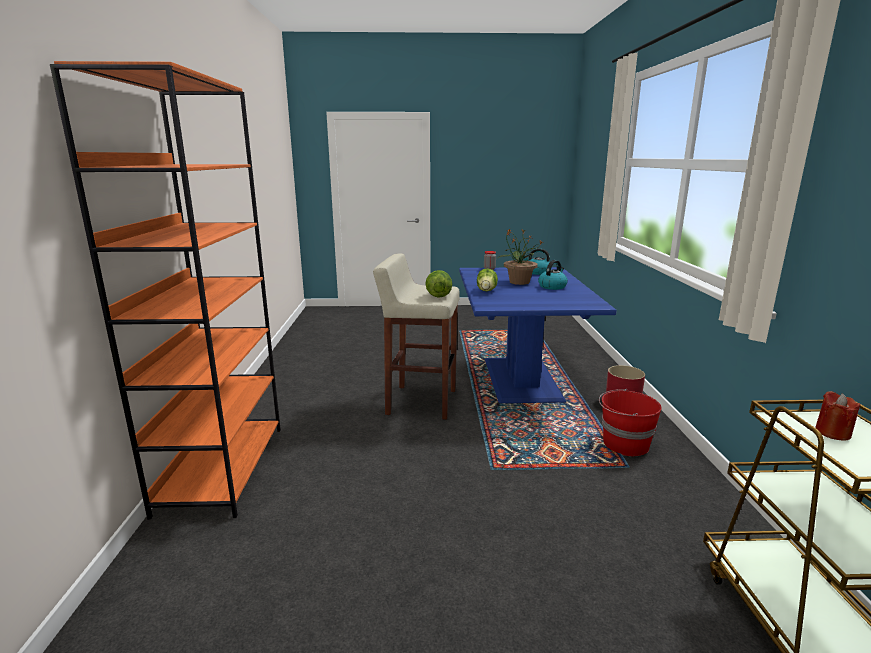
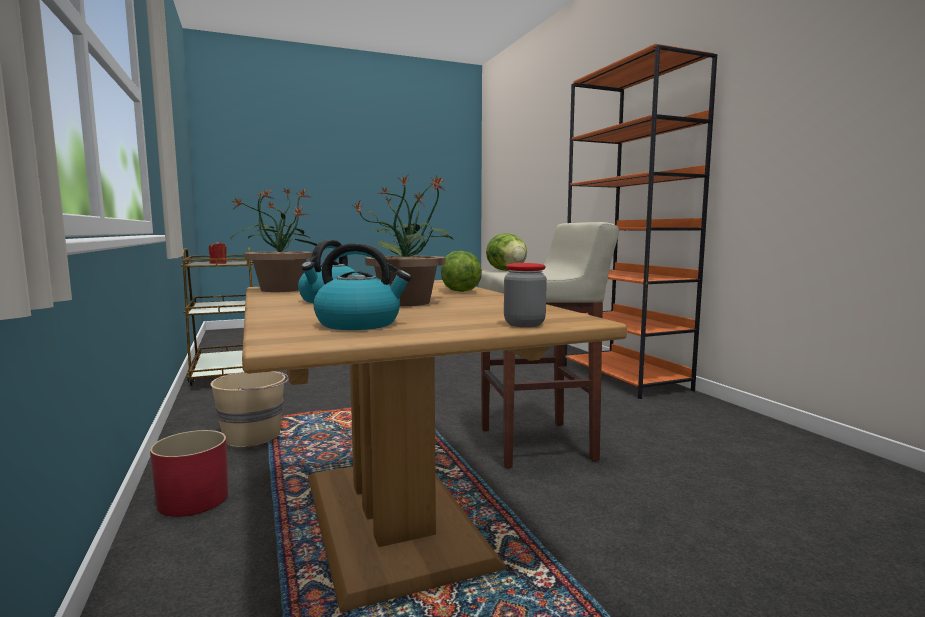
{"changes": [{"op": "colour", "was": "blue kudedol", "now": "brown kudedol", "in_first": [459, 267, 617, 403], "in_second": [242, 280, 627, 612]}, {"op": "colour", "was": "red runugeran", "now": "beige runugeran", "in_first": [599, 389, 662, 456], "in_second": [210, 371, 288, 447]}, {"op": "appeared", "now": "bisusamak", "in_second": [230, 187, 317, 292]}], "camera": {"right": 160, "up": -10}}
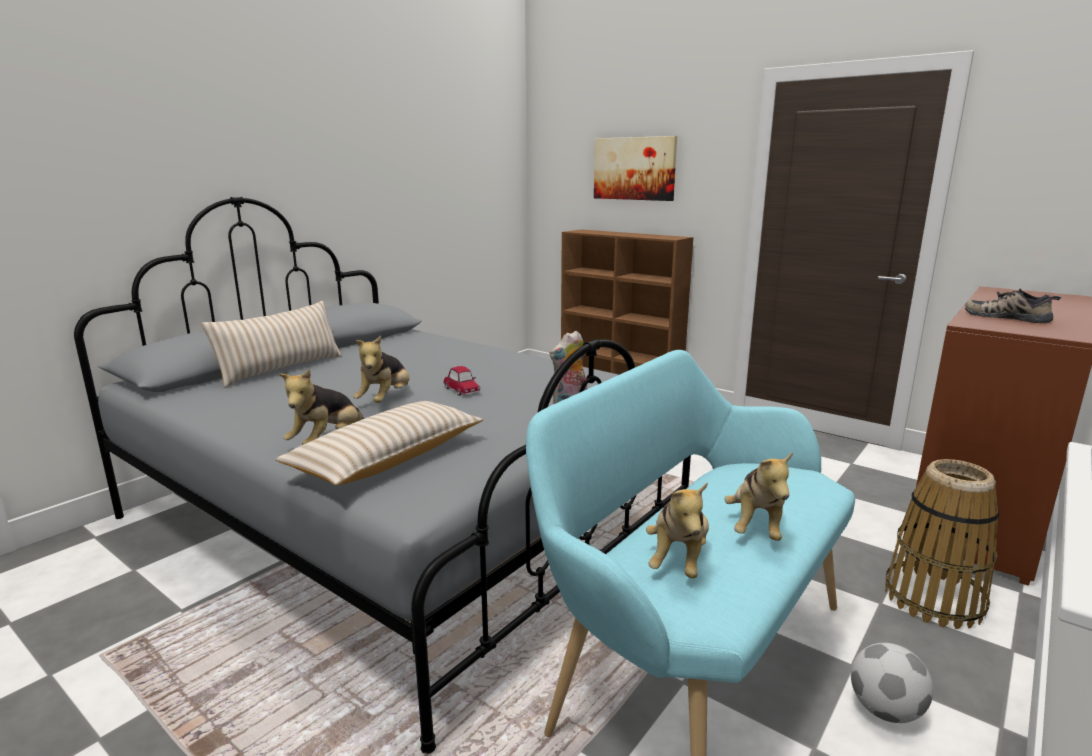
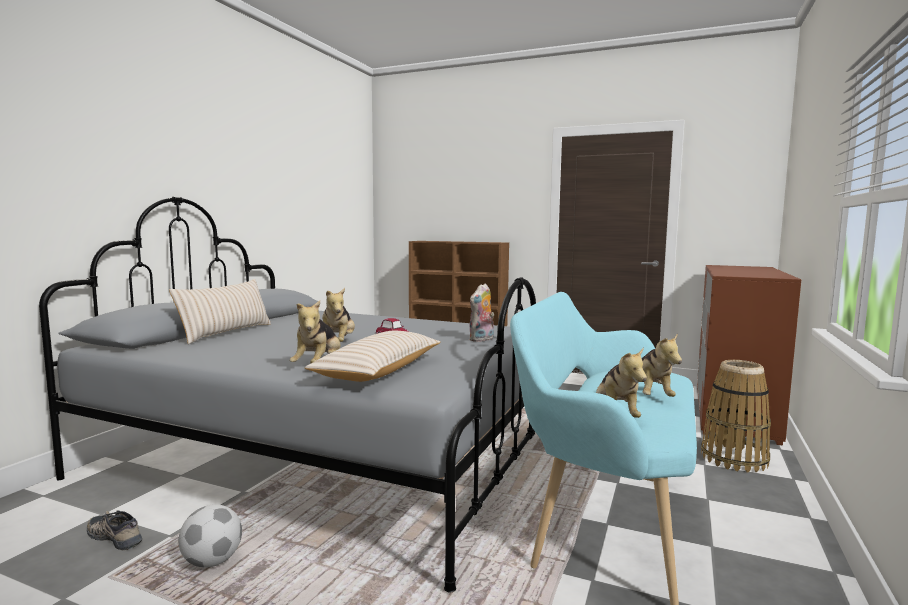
{"changes": [{"op": "missing", "was": "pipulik", "in_first": [594, 136, 677, 201]}, {"op": "relocated", "was": "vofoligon", "in_first": [965, 289, 1062, 324], "in_second": [87, 510, 142, 550]}, {"op": "relocated", "was": "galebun", "in_first": [851, 643, 933, 723], "in_second": [179, 504, 242, 568]}], "camera": {"right": -15, "up": -10}}
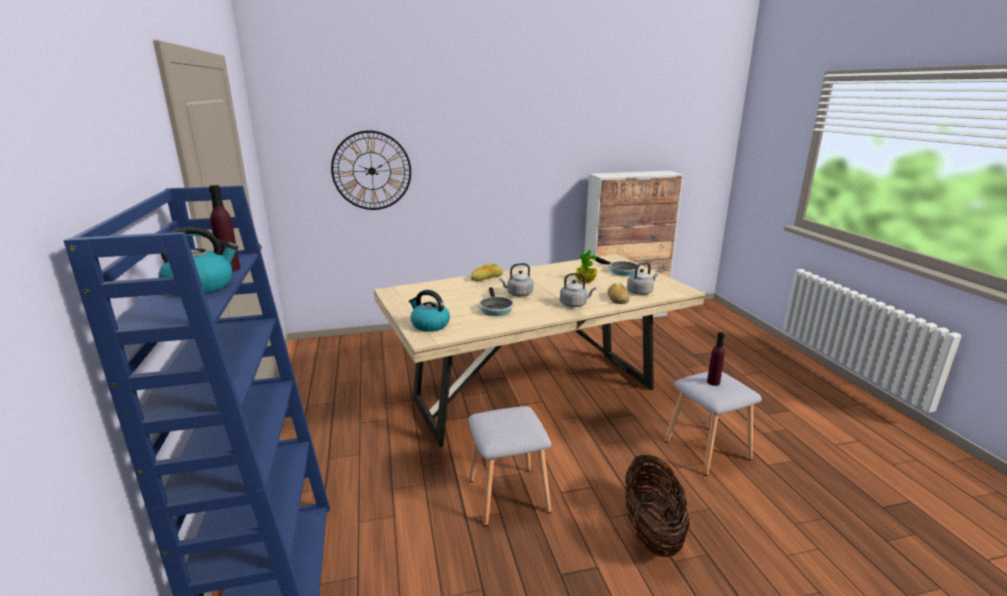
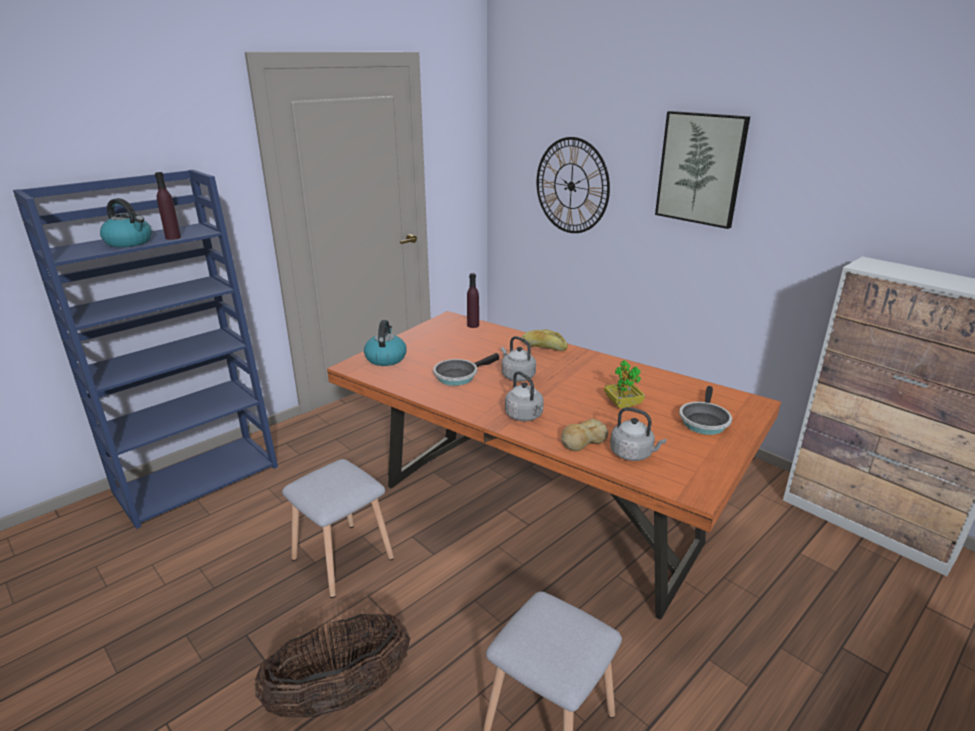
{"changes": [{"op": "colour", "was": "beige kudedol", "now": "orange kudedol", "in_first": [374, 254, 705, 447], "in_second": [327, 311, 781, 619]}, {"op": "relocated", "was": "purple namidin", "in_first": [707, 332, 725, 386], "in_second": [467, 273, 479, 328]}, {"op": "appeared", "now": "pipulik", "in_second": [655, 111, 750, 229]}], "camera": {"right": 60, "up": 5}}
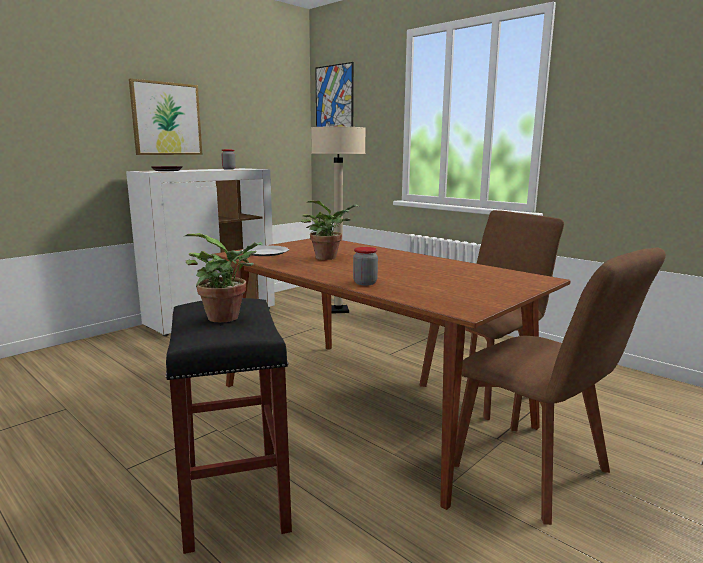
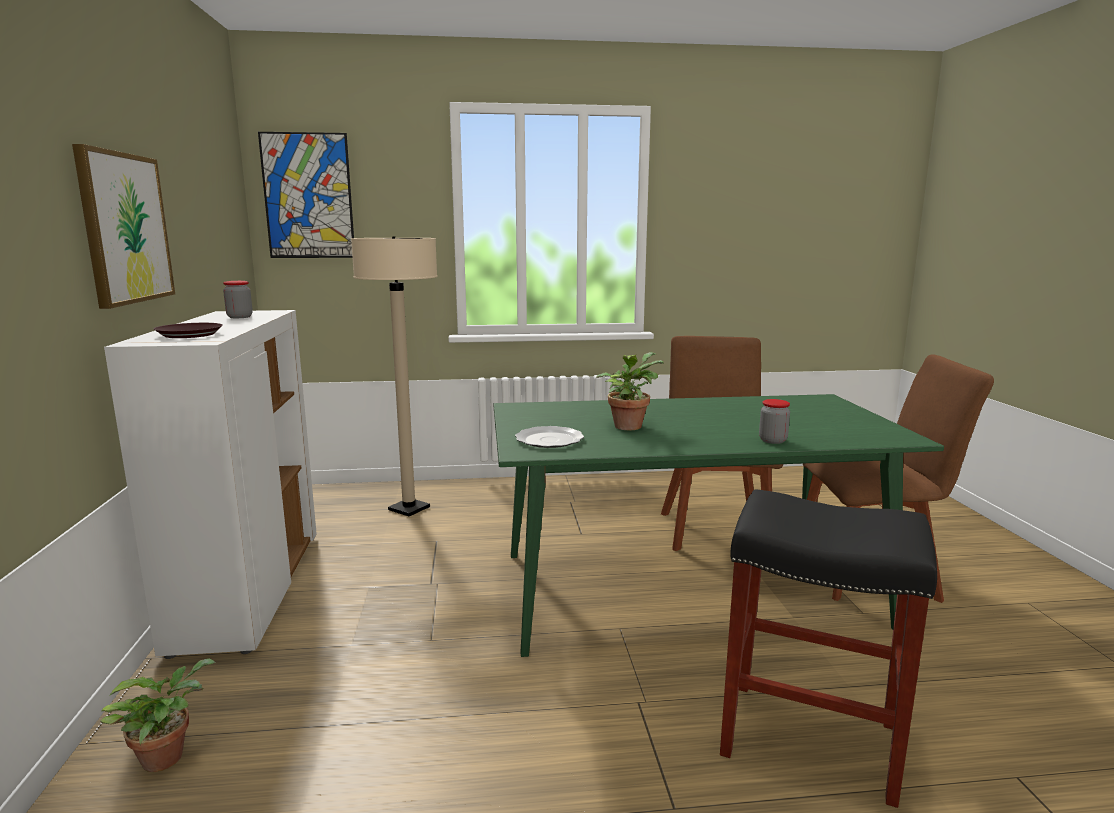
{"changes": [{"op": "relocated", "was": "bisusamak", "in_first": [185, 233, 263, 322], "in_second": [100, 659, 216, 772]}, {"op": "colour", "was": "brown kudedol", "now": "green kudedol", "in_first": [215, 239, 571, 510], "in_second": [494, 394, 944, 657]}], "camera": {"right": -50, "up": 0}}
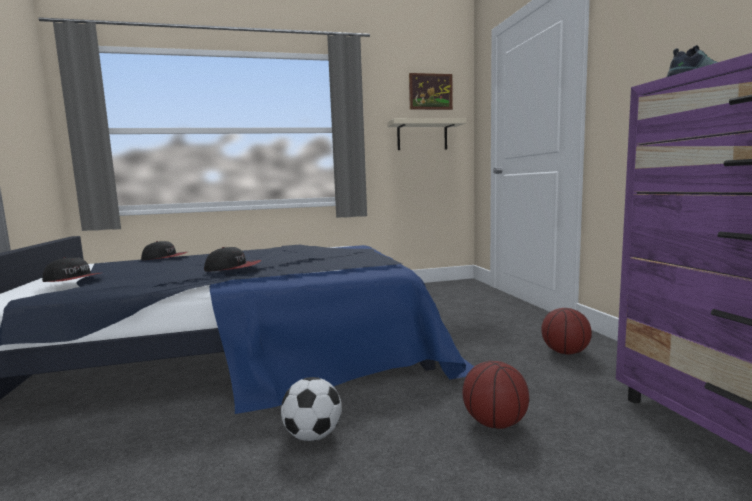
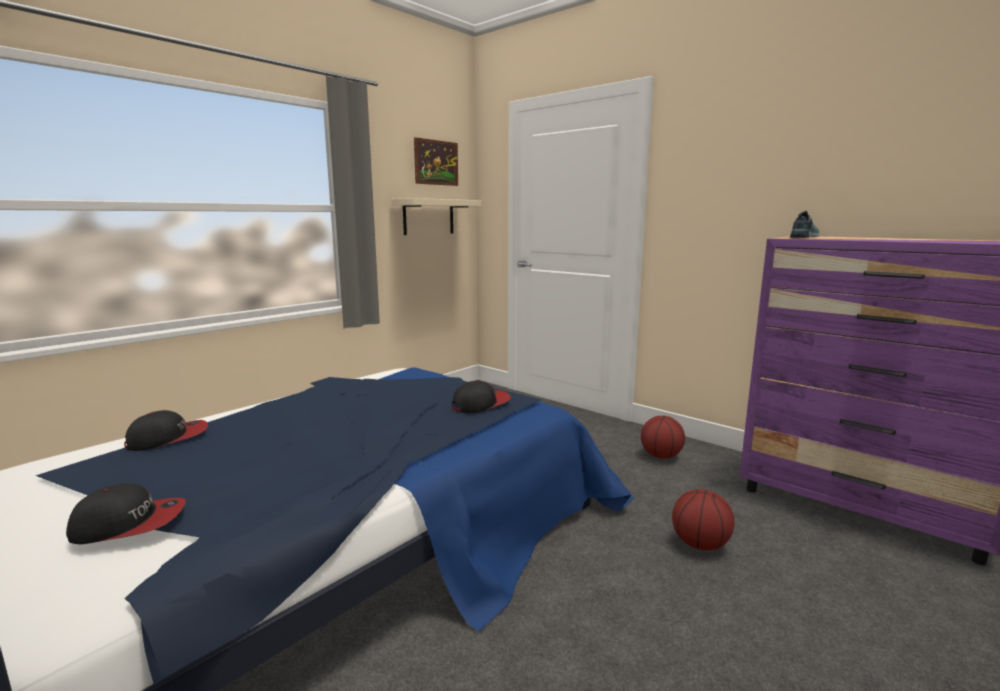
{"changes": [{"op": "relocated", "was": "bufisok", "in_first": [204, 247, 262, 272], "in_second": [452, 380, 511, 413]}, {"op": "missing", "was": "galebun", "in_first": [281, 377, 342, 441]}], "camera": {"right": -35, "up": 5}}
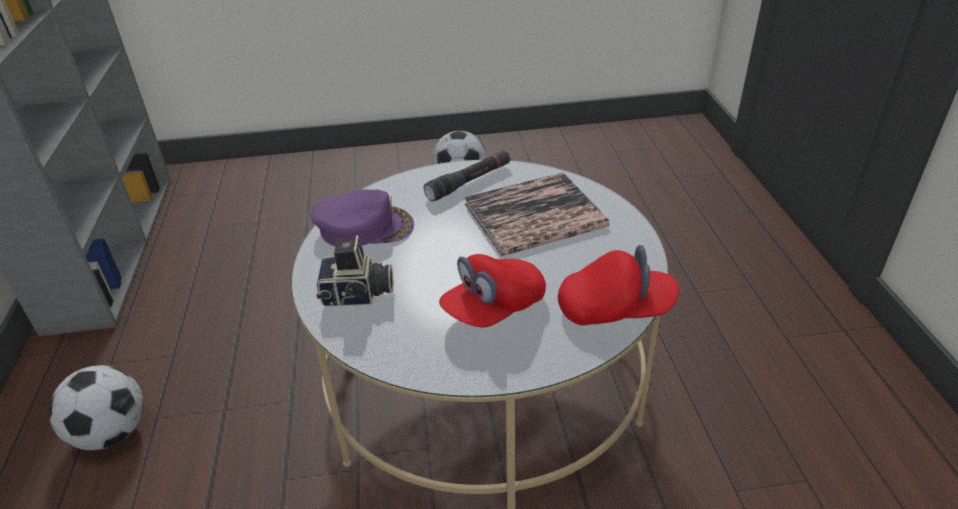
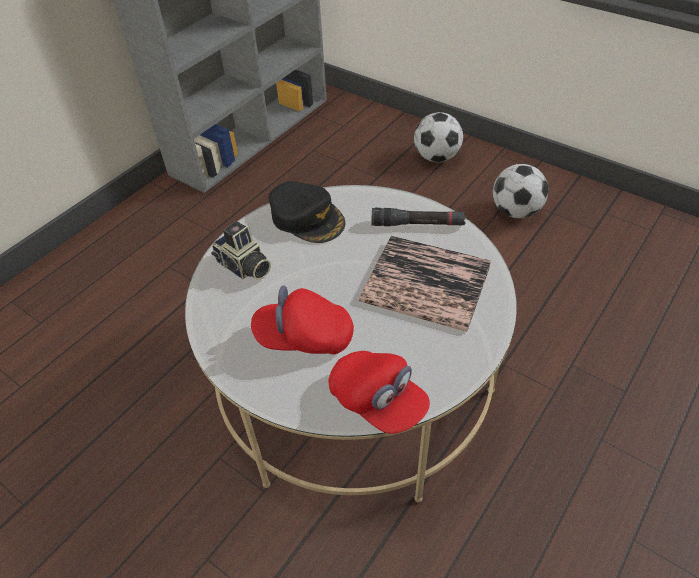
{"changes": [{"op": "colour", "was": "purple bufisok", "now": "black bufisok", "in_first": [311, 190, 414, 246], "in_second": [269, 181, 345, 243]}, {"op": "relocated", "was": "galebun", "in_first": [49, 365, 143, 450], "in_second": [414, 112, 463, 162]}], "camera": {"right": 45, "up": 10}}
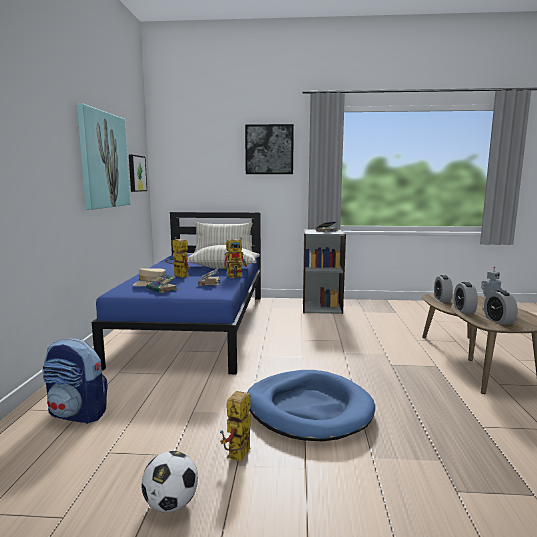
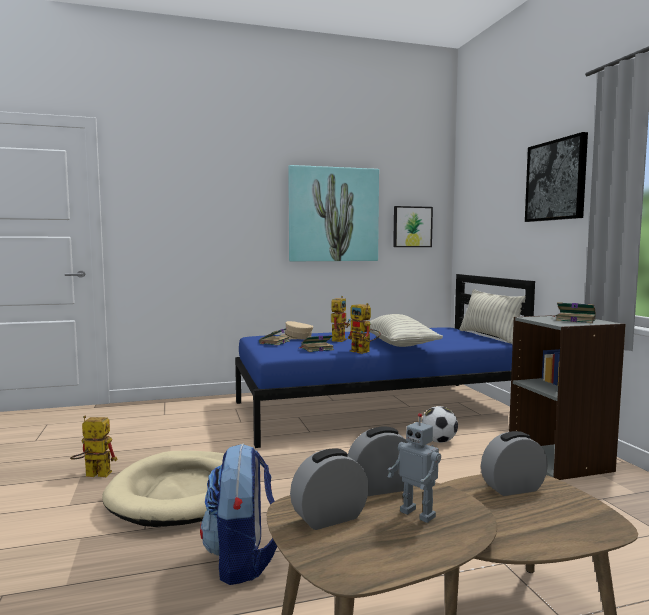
{"changes": [{"op": "relocated", "was": "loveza", "in_first": [42, 338, 108, 424], "in_second": [200, 443, 277, 585]}, {"op": "colour", "was": "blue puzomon", "now": "beige puzomon", "in_first": [247, 370, 375, 441], "in_second": [102, 451, 225, 527]}, {"op": "relocated", "was": "galebun", "in_first": [142, 451, 198, 512], "in_second": [422, 406, 458, 443]}], "camera": {"right": 70, "up": -5}}
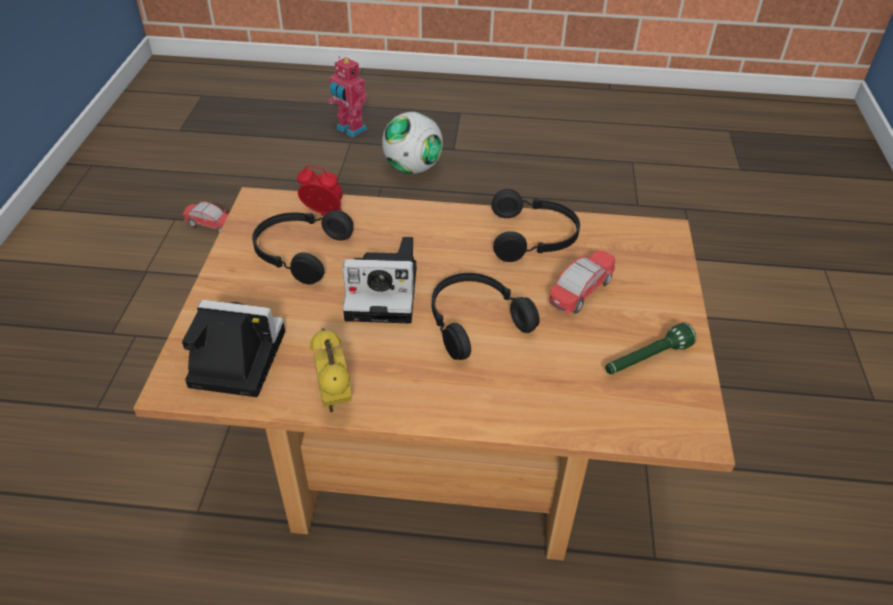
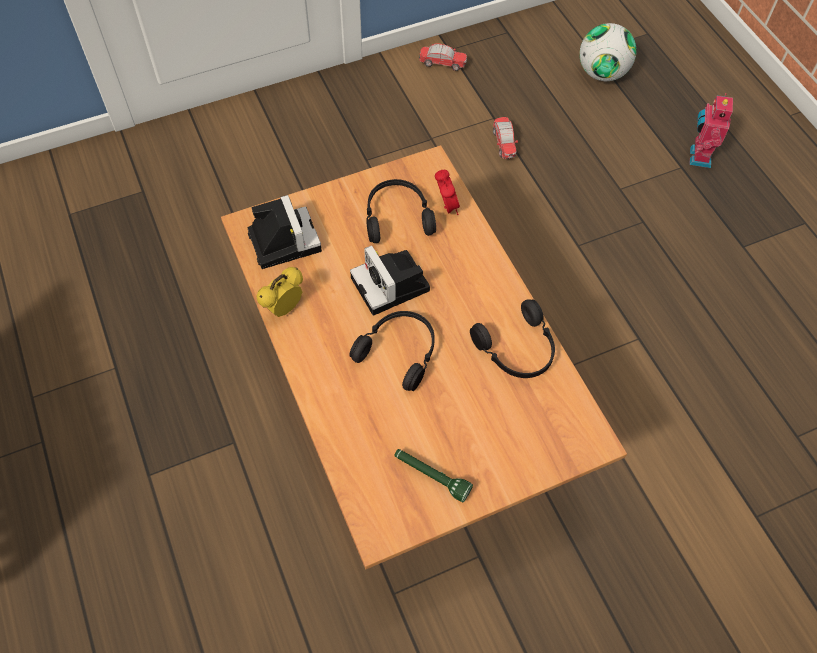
{"changes": [{"op": "relocated", "was": "galebun", "in_first": [382, 112, 443, 174], "in_second": [579, 23, 637, 81]}, {"op": "relocated", "was": "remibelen", "in_first": [549, 250, 617, 314], "in_second": [419, 44, 467, 71]}], "camera": {"right": 60, "up": 15}}
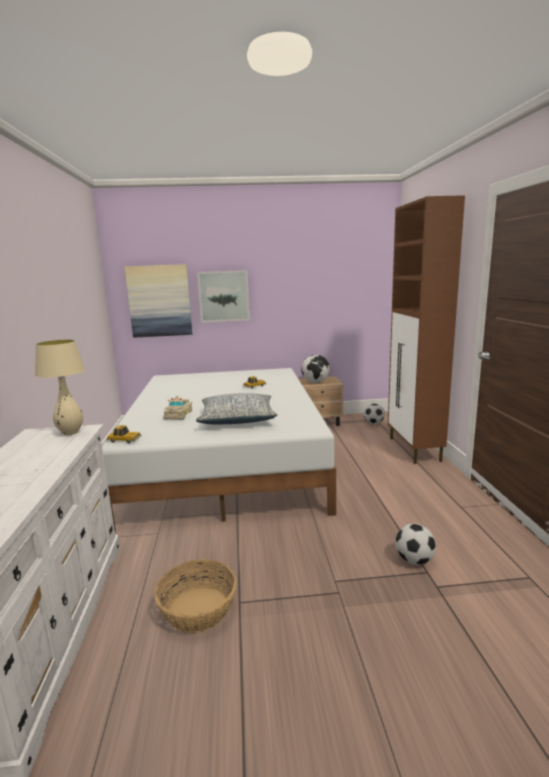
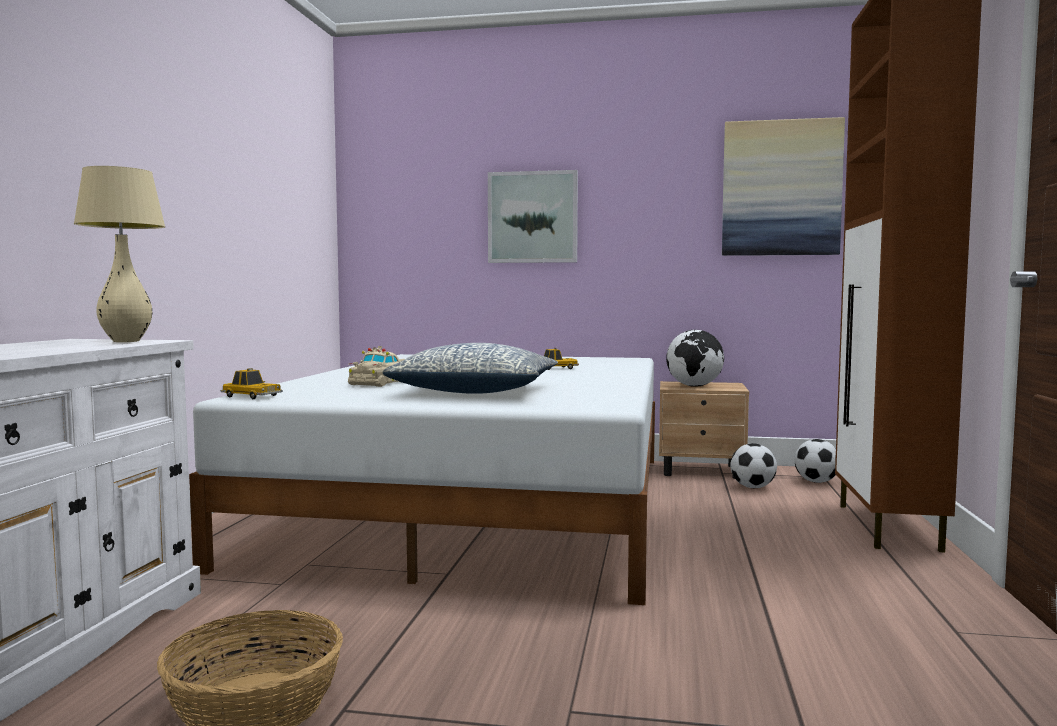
{"changes": [{"op": "relocated", "was": "pipulik", "in_first": [125, 264, 193, 337], "in_second": [722, 117, 845, 256]}, {"op": "relocated", "was": "galebun", "in_first": [395, 523, 436, 565], "in_second": [730, 443, 777, 488]}], "camera": {"right": 15, "up": -10}}
